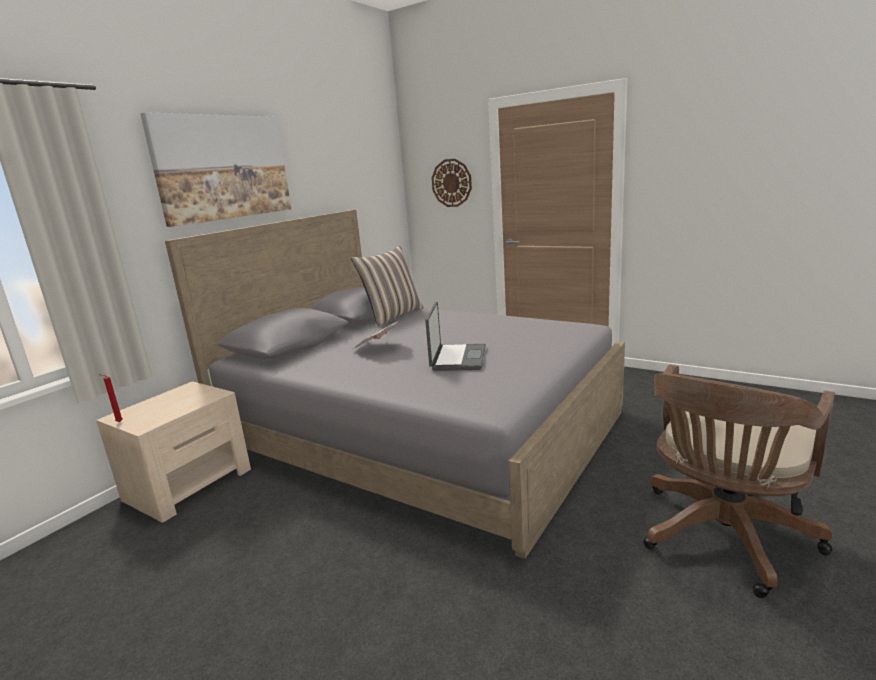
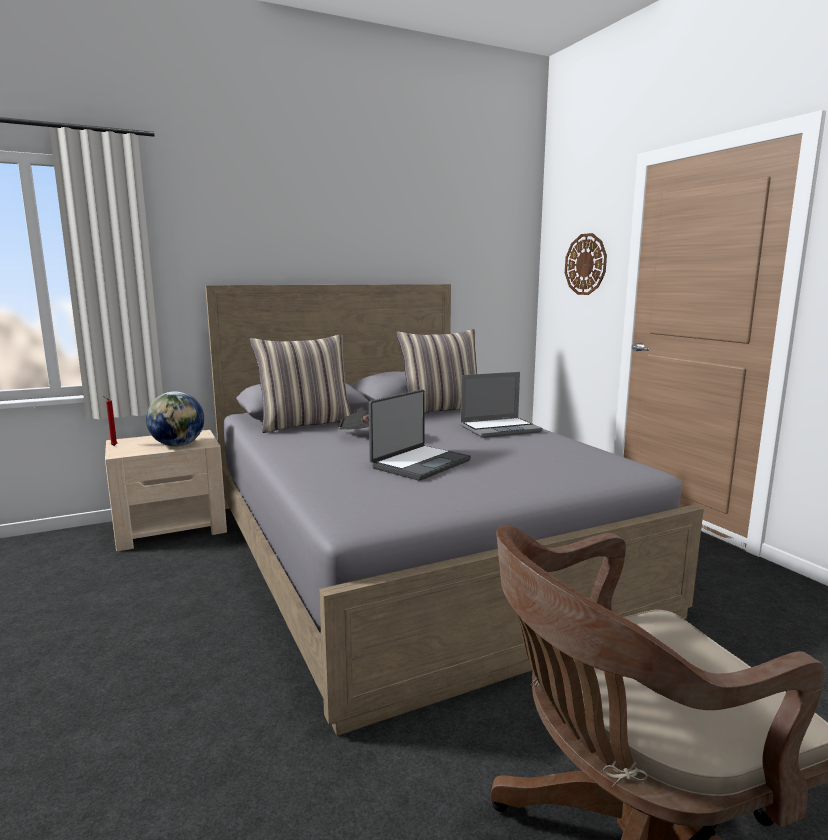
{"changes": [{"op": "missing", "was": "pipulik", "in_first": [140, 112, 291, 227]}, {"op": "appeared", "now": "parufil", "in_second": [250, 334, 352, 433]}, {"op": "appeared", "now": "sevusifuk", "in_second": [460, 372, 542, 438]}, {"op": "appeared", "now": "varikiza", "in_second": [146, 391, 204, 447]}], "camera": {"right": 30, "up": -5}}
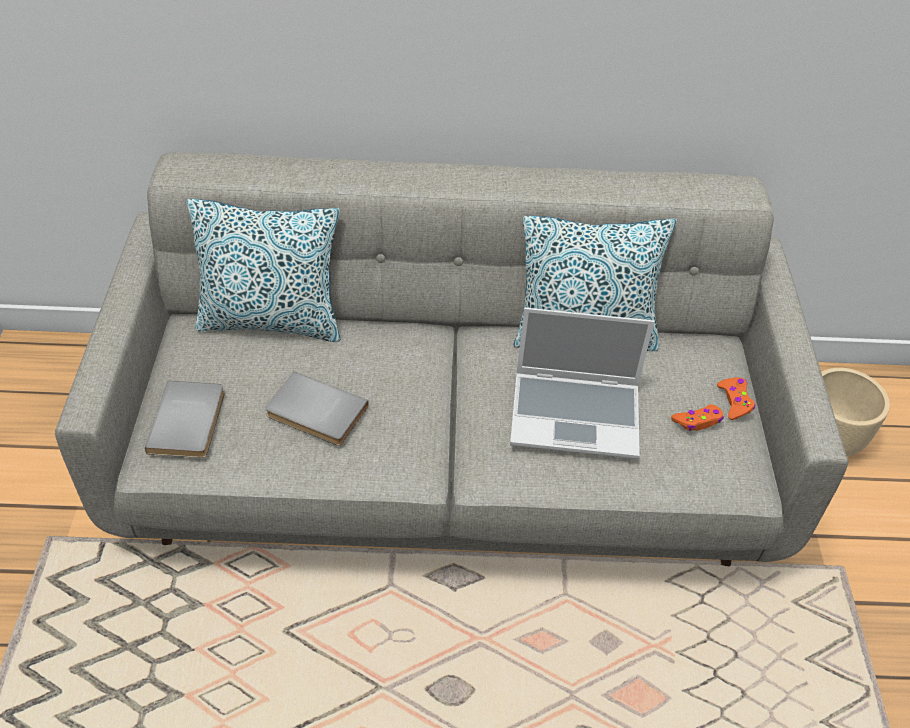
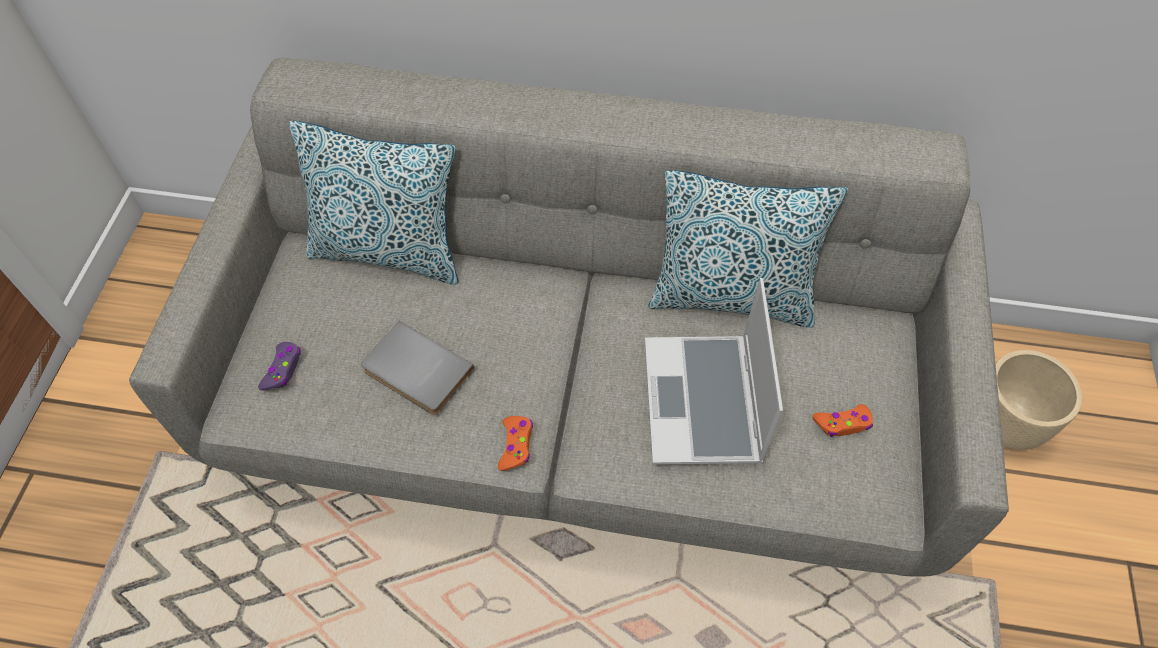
{"changes": [{"op": "spun", "was": "sevusifuk", "in_first": [510, 308, 654, 459], "in_second": [645, 278, 783, 465], "clockwise": 75}, {"op": "relocated", "was": "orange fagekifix", "in_first": [717, 378, 755, 420], "in_second": [498, 416, 533, 471]}, {"op": "exchanged", "was": "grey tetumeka", "now": "purple fagekifix", "in_first": [145, 381, 224, 458], "in_second": [258, 342, 301, 391]}], "camera": {"right": 10, "up": 10}}
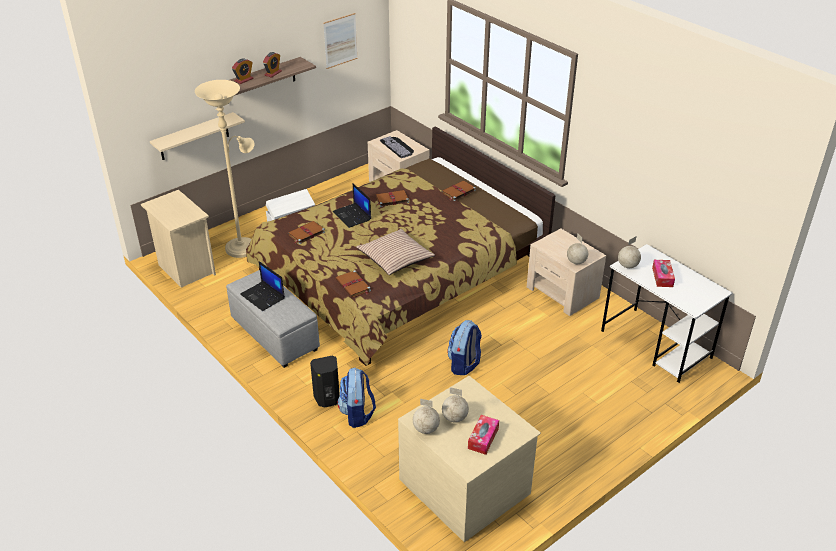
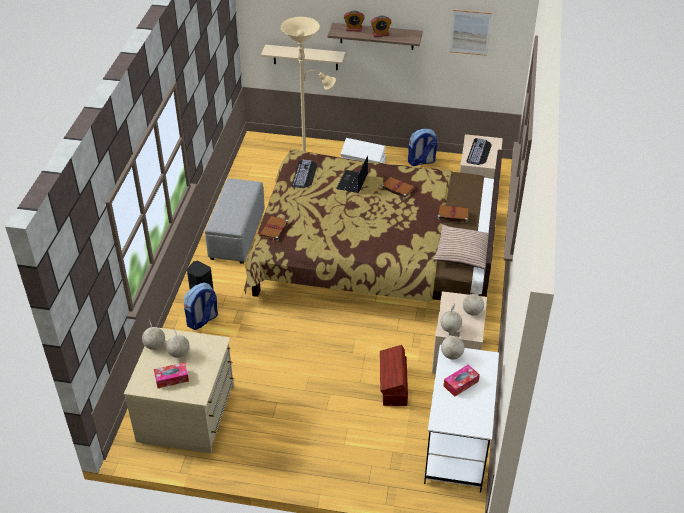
{"changes": [{"op": "missing", "was": "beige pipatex", "in_first": [141, 190, 216, 288]}, {"op": "exchanged", "was": "brown tetumeka", "now": "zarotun", "in_first": [288, 221, 325, 244], "in_second": [291, 159, 317, 188]}, {"op": "relocated", "was": "parufil", "in_first": [356, 229, 435, 275], "in_second": [433, 224, 489, 269]}, {"op": "missing", "was": "sevusifuk", "in_first": [240, 261, 285, 311]}, {"op": "relocated", "was": "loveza", "in_first": [447, 320, 482, 375], "in_second": [408, 129, 438, 166]}, {"op": "appeared", "now": "varikiza", "in_second": [463, 286, 484, 315]}, {"op": "appeared", "now": "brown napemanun", "in_second": [380, 345, 408, 406]}], "camera": {"right": 50, "up": 5}}
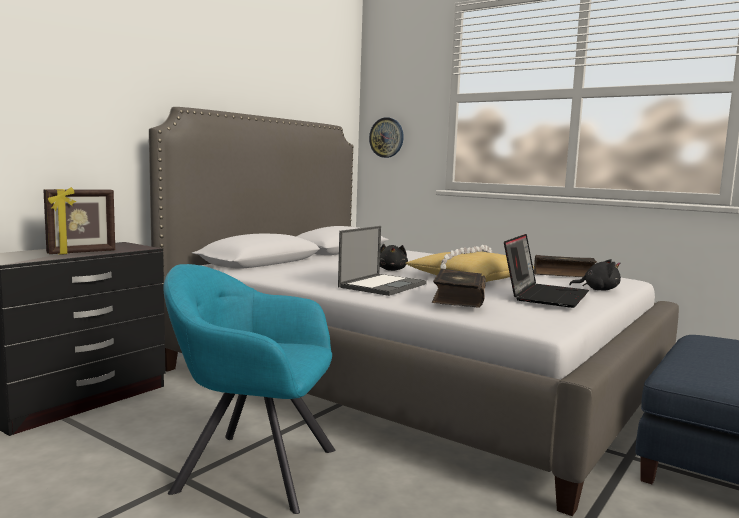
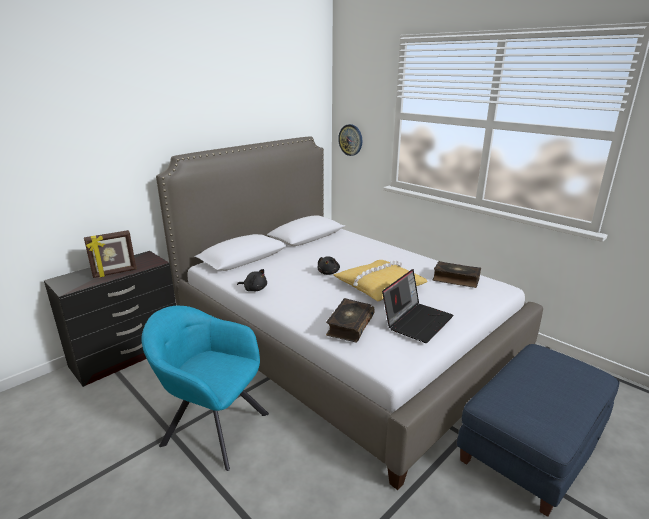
{"changes": [{"op": "missing", "was": "sevusifuk", "in_first": [338, 226, 427, 296]}, {"op": "relocated", "was": "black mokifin", "in_first": [569, 259, 621, 291], "in_second": [237, 269, 267, 291]}], "camera": {"right": 10, "up": 15}}
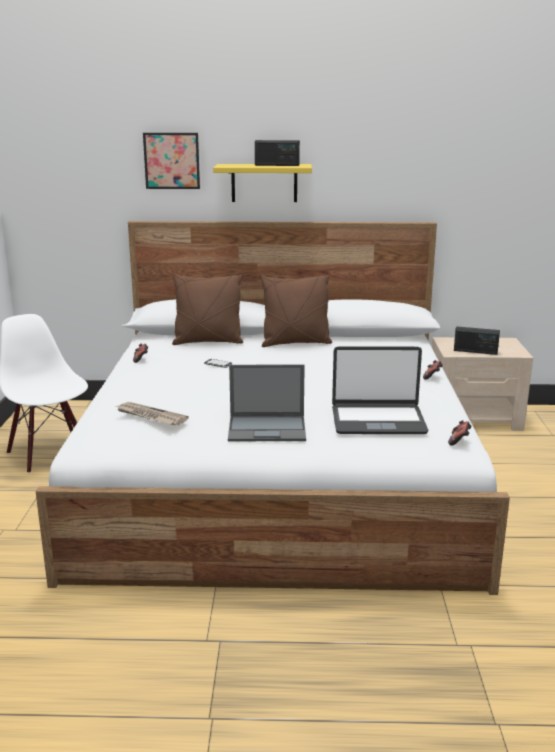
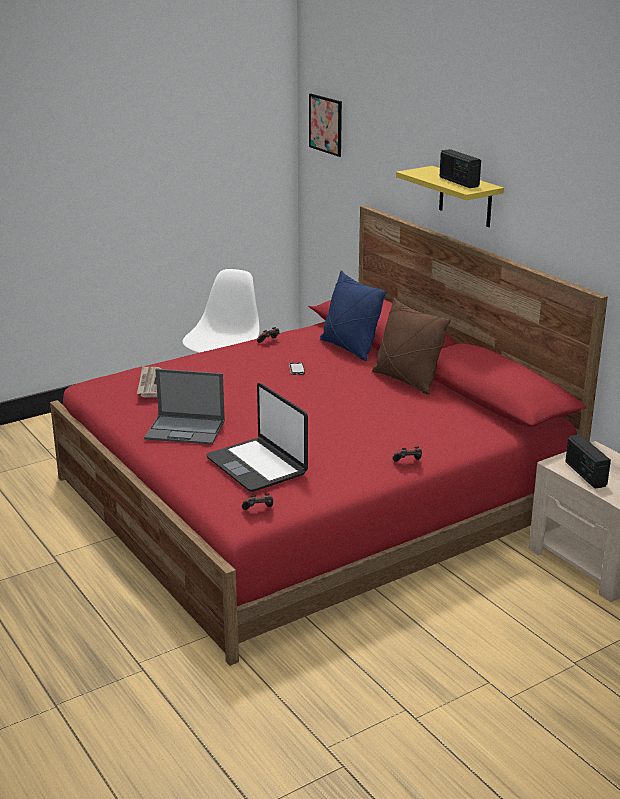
{"changes": [{"op": "relocated", "was": "pipulik", "in_first": [143, 133, 200, 189], "in_second": [309, 94, 342, 157]}, {"op": "colour", "was": "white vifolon", "now": "red vifolon", "in_first": [36, 221, 510, 595], "in_second": [50, 205, 608, 666]}, {"op": "colour", "was": "brown parufil", "now": "blue parufil", "in_first": [172, 274, 243, 345], "in_second": [320, 270, 387, 361]}, {"op": "spun", "was": "sevusifuk", "in_first": [228, 364, 306, 441], "in_second": [144, 369, 225, 445], "clockwise": -45}], "camera": {"right": 55, "up": 5}}
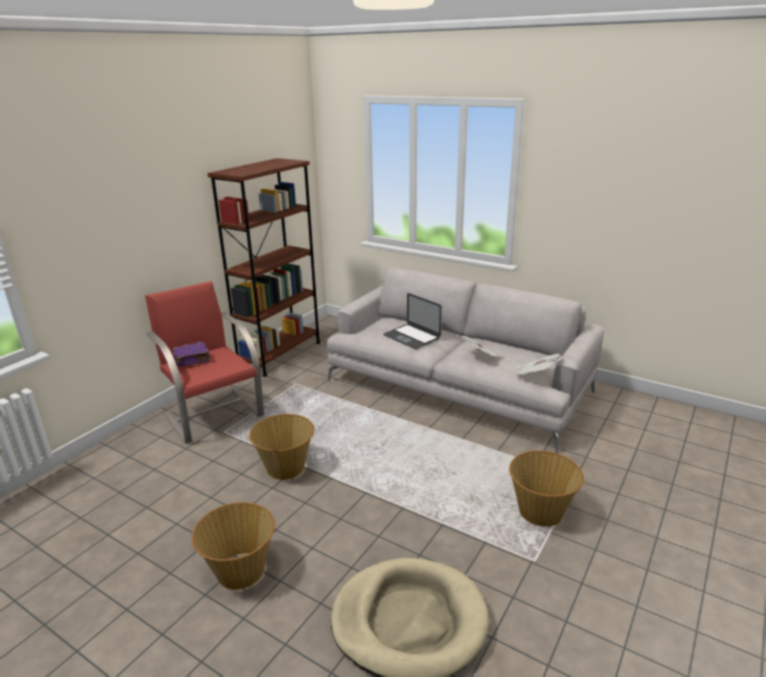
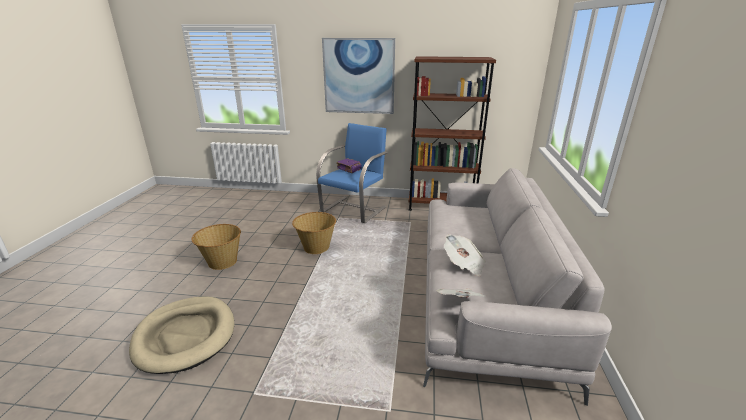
{"changes": [{"op": "colour", "was": "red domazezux", "now": "blue domazezux", "in_first": [145, 281, 264, 444], "in_second": [316, 123, 388, 223]}, {"op": "missing", "was": "sevusifuk", "in_first": [383, 293, 442, 349]}, {"op": "missing", "was": "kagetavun", "in_first": [509, 450, 584, 527]}, {"op": "appeared", "now": "pipulik", "in_second": [322, 38, 395, 114]}], "camera": {"right": 65, "up": 0}}
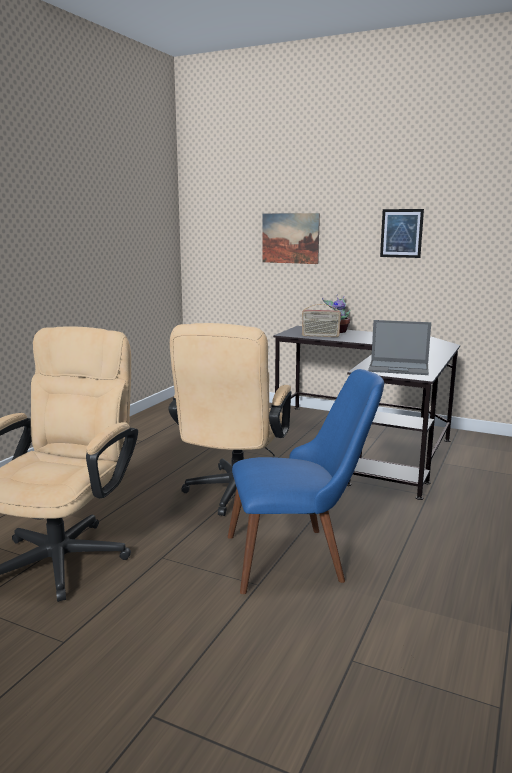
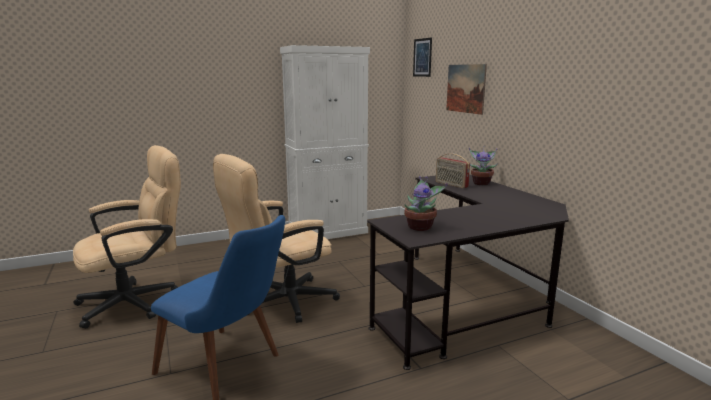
{"changes": [{"op": "relocated", "was": "pipulik", "in_first": [380, 209, 424, 258], "in_second": [413, 37, 432, 77]}, {"op": "exchanged", "was": "sevusifuk", "now": "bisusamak", "in_first": [368, 320, 431, 375], "in_second": [404, 176, 447, 231]}, {"op": "appeared", "now": "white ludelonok", "in_second": [280, 45, 370, 239]}], "camera": {"right": 40, "up": 0}}
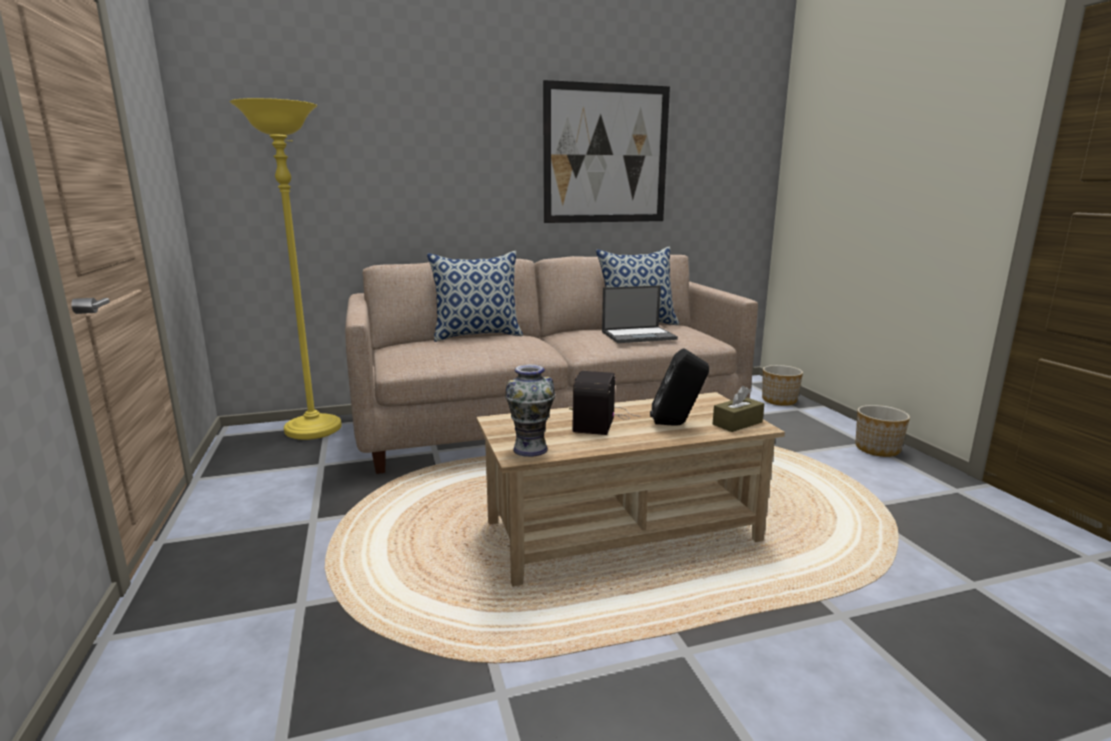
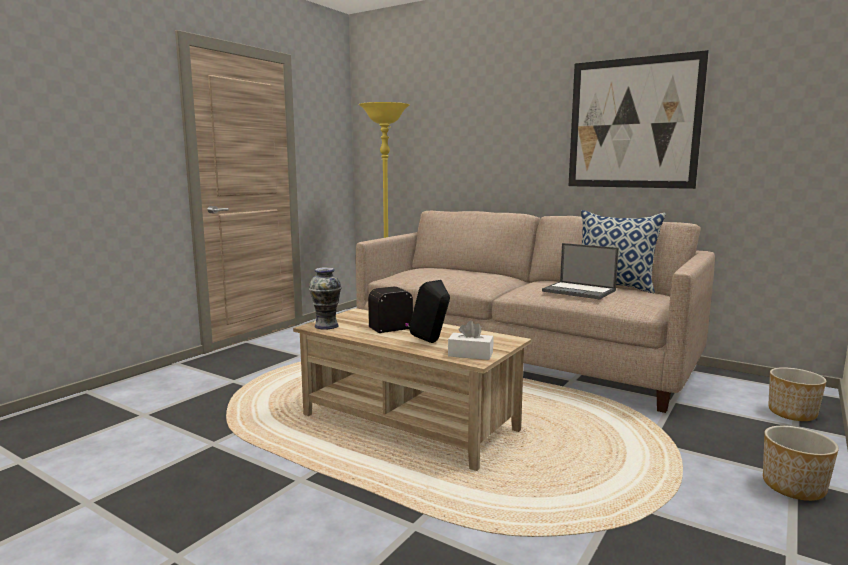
{"changes": [{"op": "missing", "was": "parufil", "in_first": [427, 251, 523, 342]}, {"op": "colour", "was": "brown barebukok", "now": "white barebukok", "in_first": [713, 386, 764, 432], "in_second": [448, 320, 494, 360]}], "camera": {"right": 50, "up": -5}}
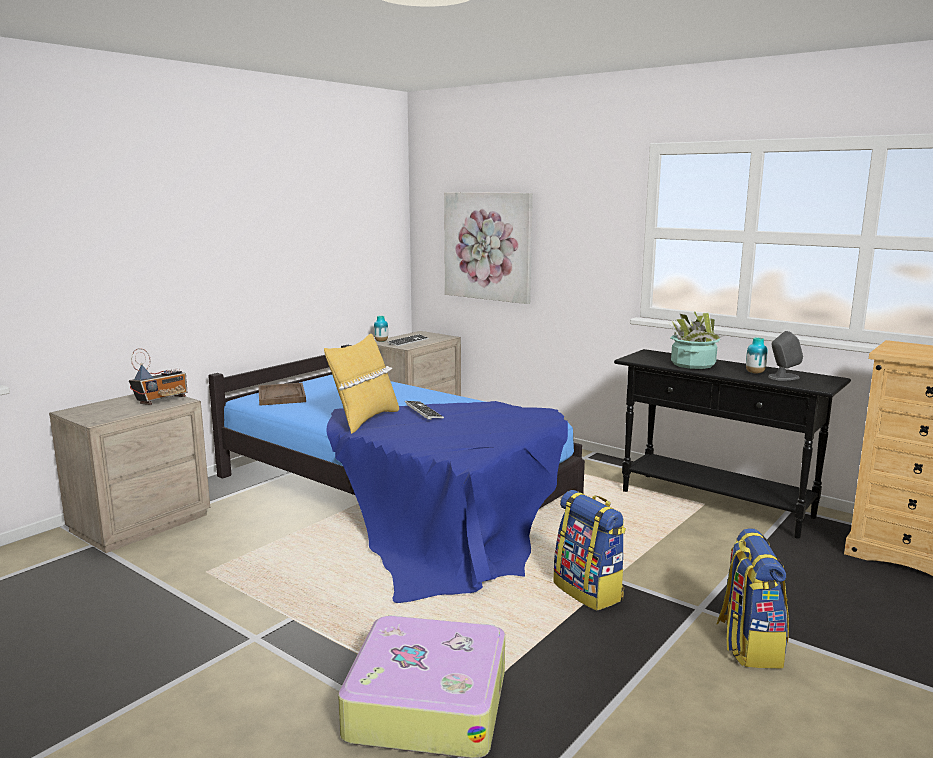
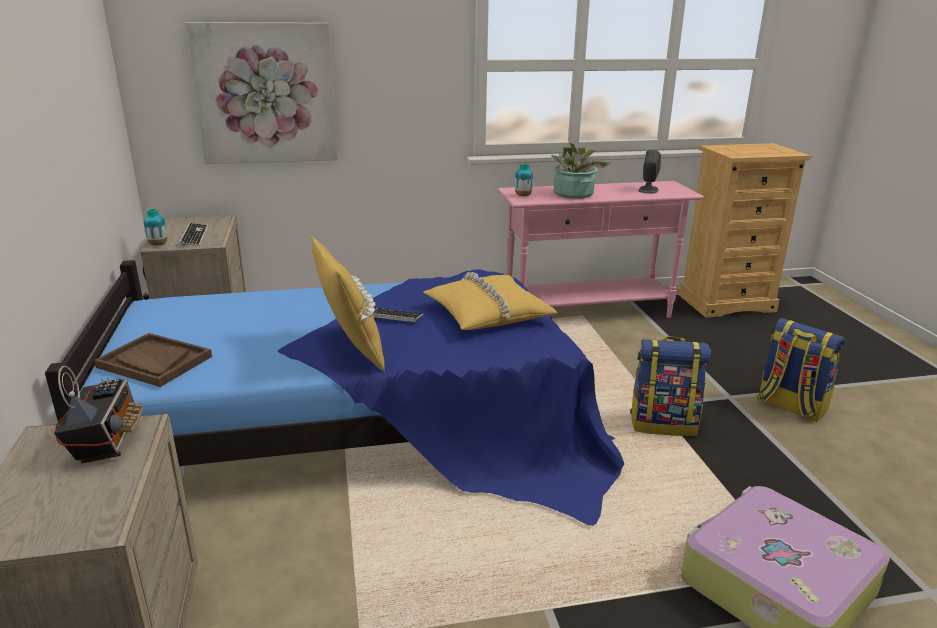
{"changes": [{"op": "relocated", "was": "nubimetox", "in_first": [746, 338, 768, 373], "in_second": [515, 163, 533, 196]}, {"op": "colour", "was": "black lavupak", "now": "pink lavupak", "in_first": [614, 349, 851, 539], "in_second": [497, 181, 704, 318]}, {"op": "appeared", "now": "yellow parufil", "in_second": [423, 272, 558, 330]}], "camera": {"right": -50, "up": 10}}
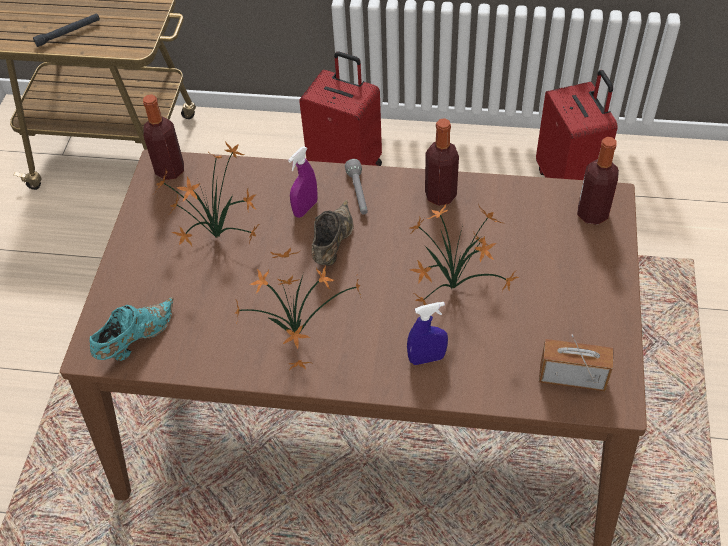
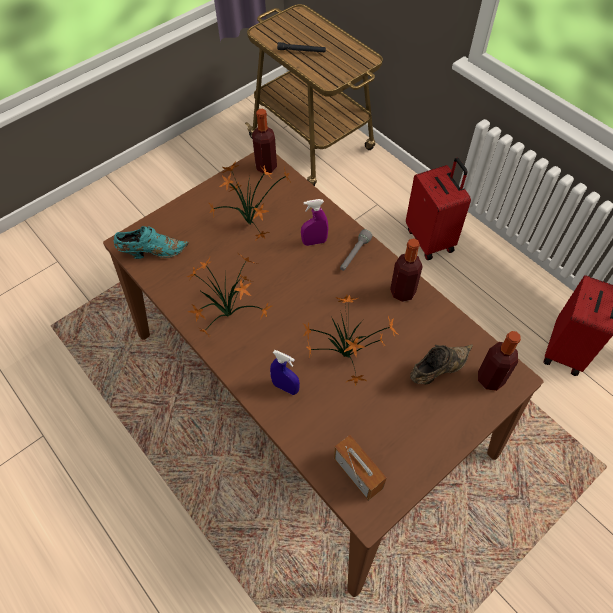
{"changes": [{"op": "relocated", "was": "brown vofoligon", "in_first": [311, 200, 354, 266], "in_second": [410, 345, 473, 384]}], "camera": {"right": 40, "up": 5}}
